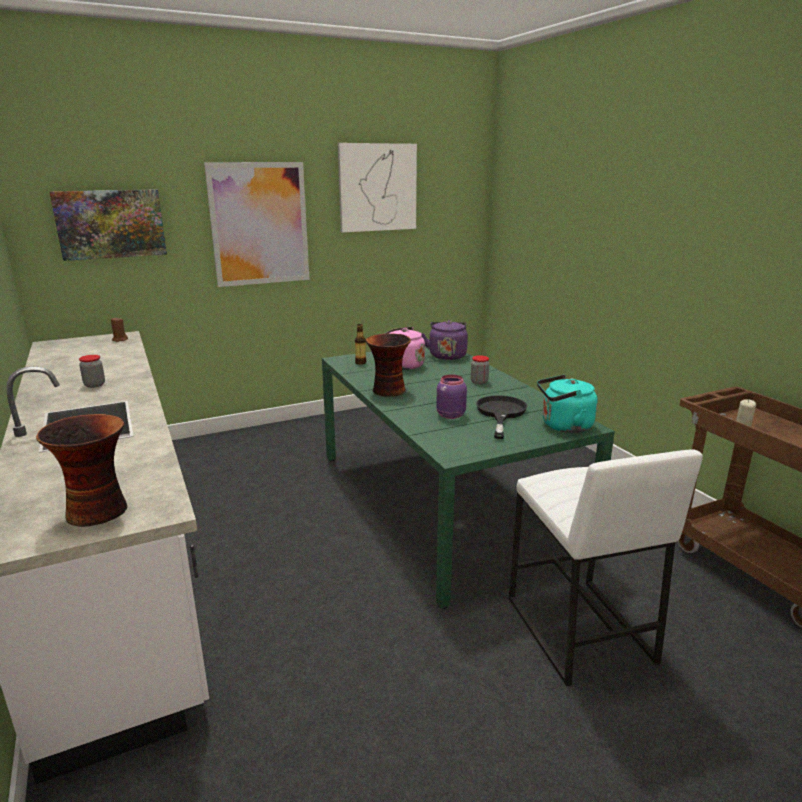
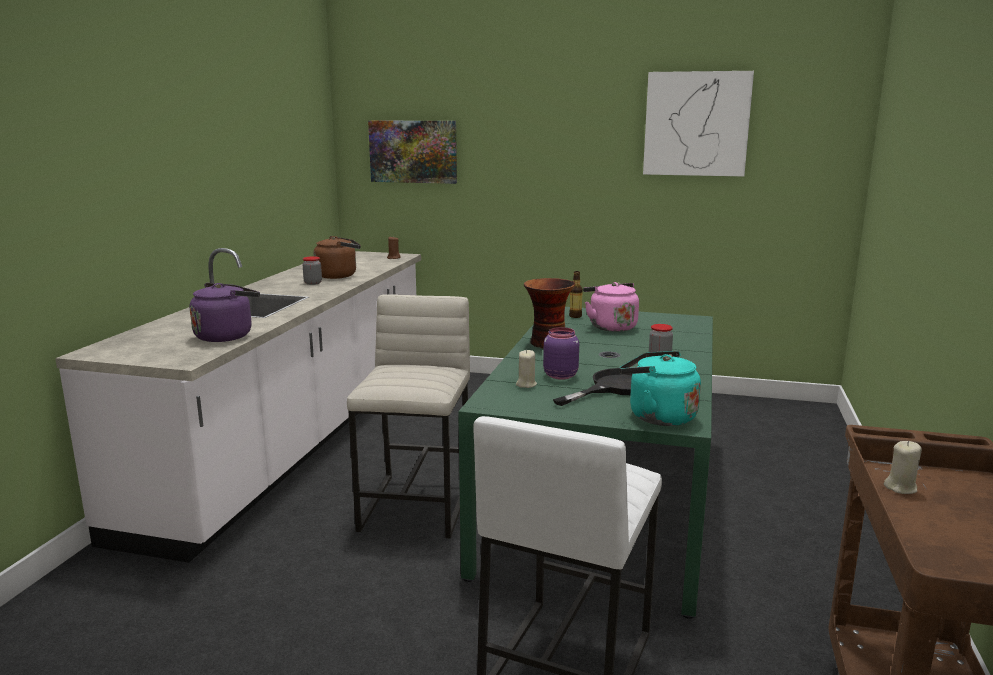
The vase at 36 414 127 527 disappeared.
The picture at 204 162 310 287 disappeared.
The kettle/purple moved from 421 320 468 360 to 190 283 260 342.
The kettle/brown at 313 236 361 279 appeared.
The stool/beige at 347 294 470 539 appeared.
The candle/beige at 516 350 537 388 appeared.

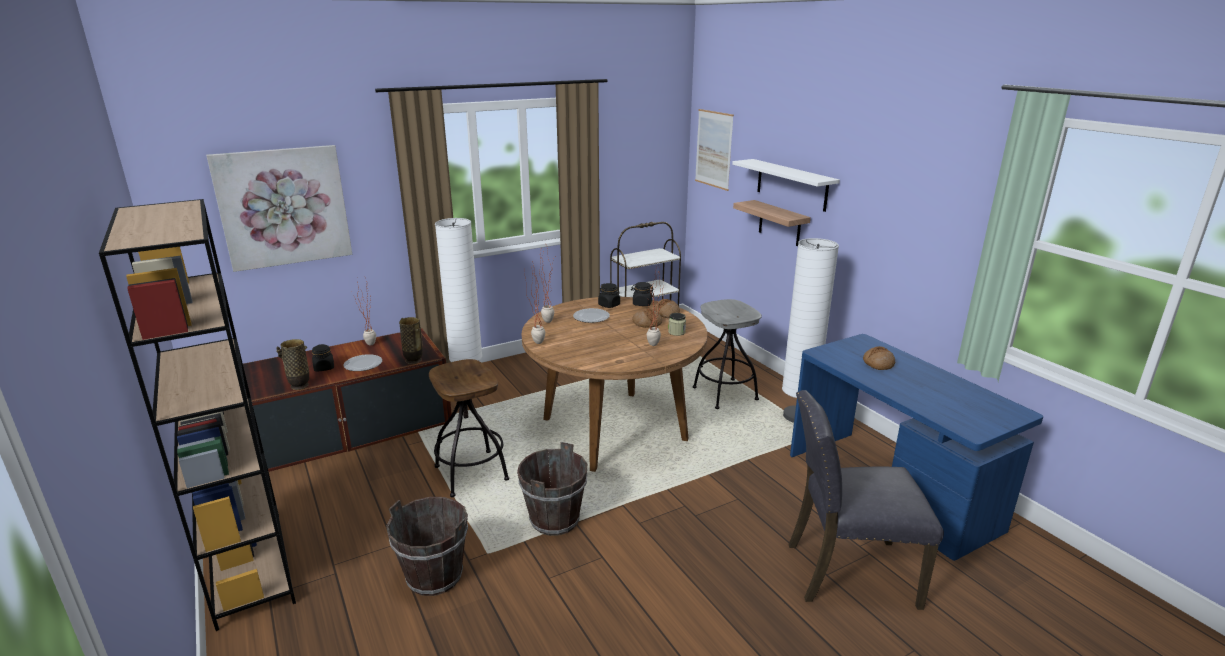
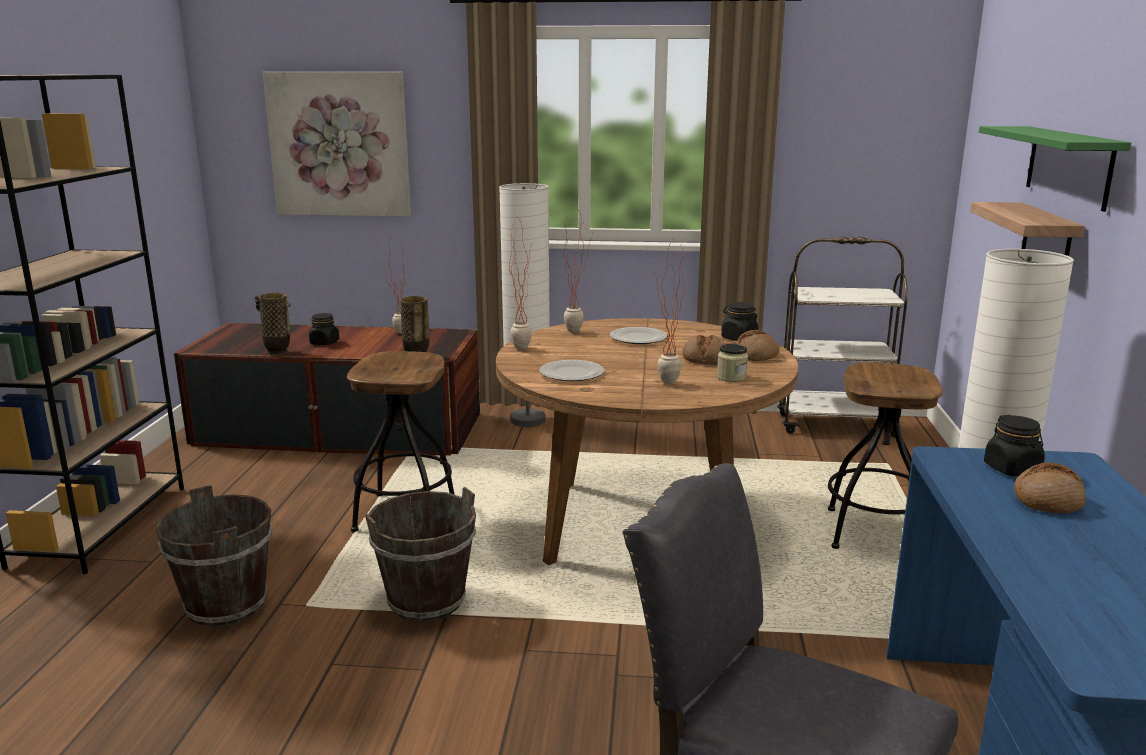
The plate moved from 343 354 382 371 to 539 360 605 381.
The jar/black moved from 598 283 620 308 to 984 415 1045 476.
The stool/grey at 693 299 762 409 became the stool/brown at 828 362 943 549.
The picture at 695 109 734 191 disappeared.
The shelf/white at 732 159 840 212 became the shelf/green at 979 126 1131 212.

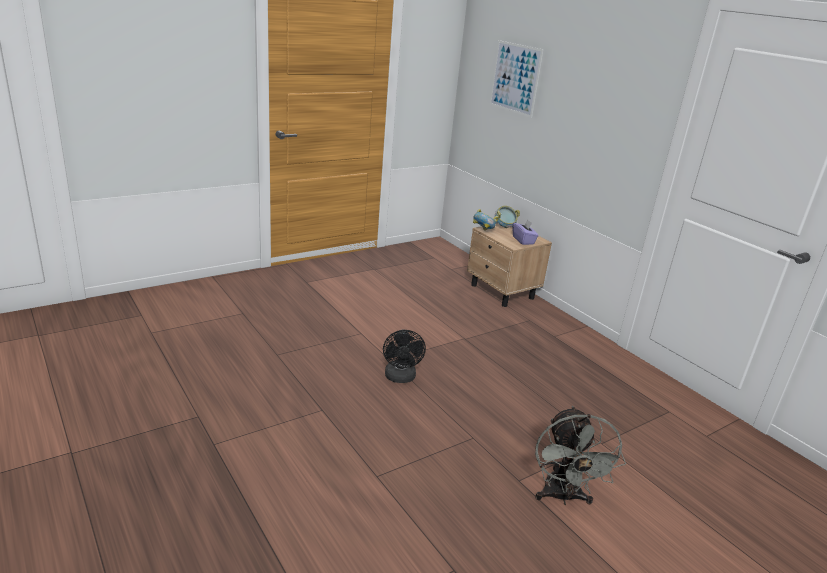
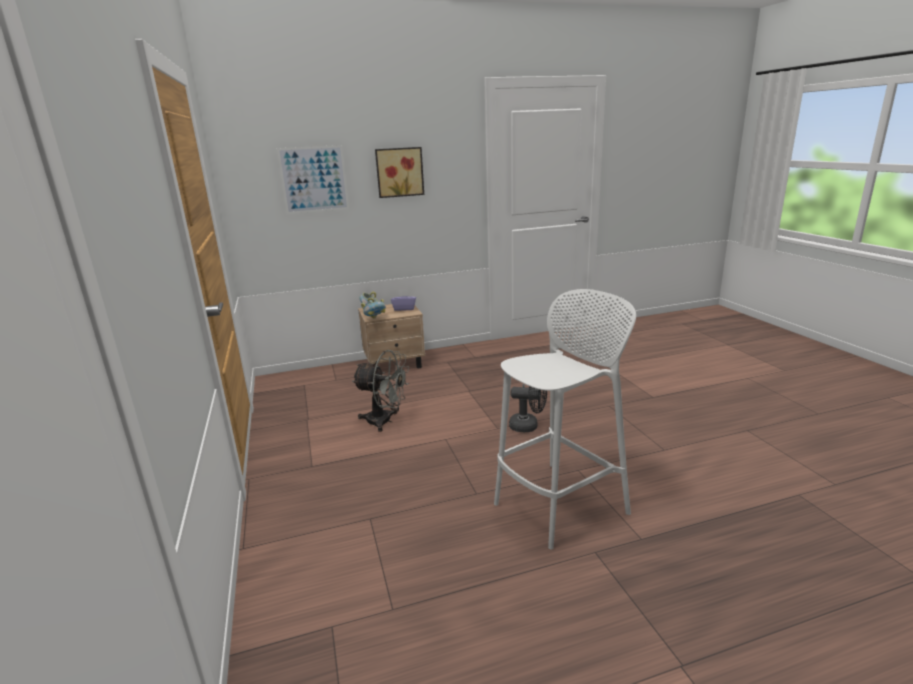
The fan/grey moved from 535 406 626 505 to 352 350 410 432.
The picture at 375 147 424 198 appeared.
The stool/white at 494 289 636 549 appeared.

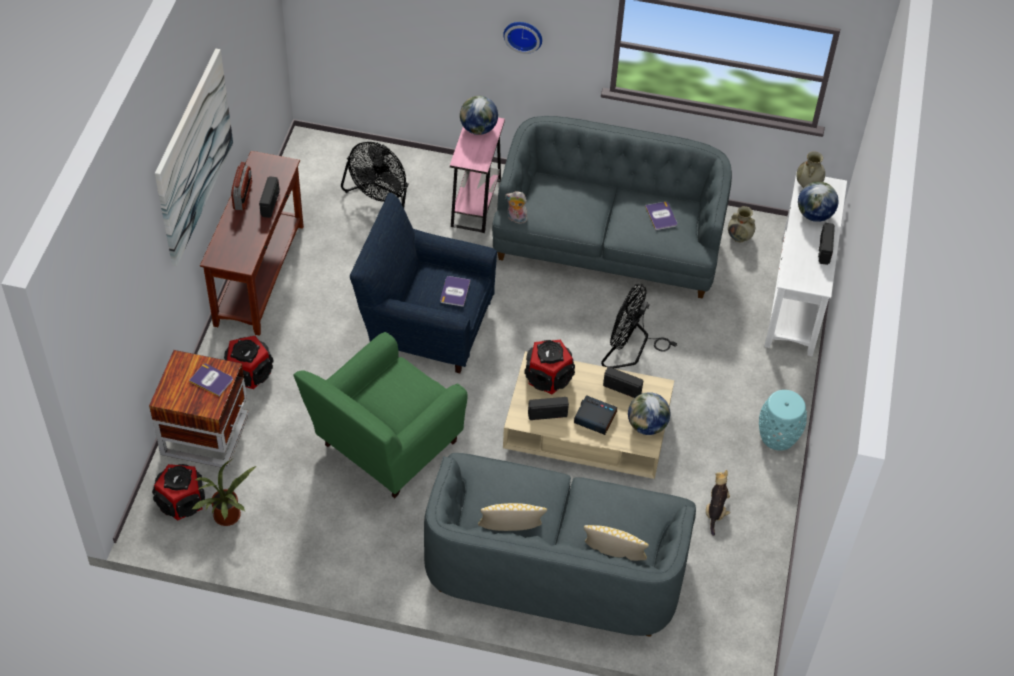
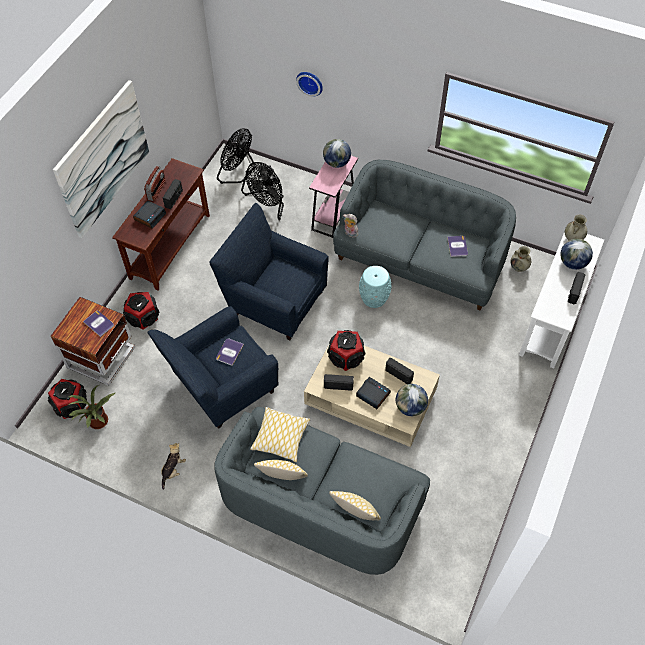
The armchair/green at 293 332 468 498 became the armchair/blue at 148 306 279 429.
The book moved from 440 276 470 307 to 216 338 244 366.
The wall clock moved from 503 22 542 54 to 296 72 323 97.
The fan/black moved from 601 284 678 368 to 217 128 271 184.
The plush toy moved from 706 470 730 536 to 161 443 186 490.
The stool/turquoise moved from 759 390 807 451 to 359 266 392 308.
The alarm clock at 133 200 166 229 appeared.
The pillow at 250 407 310 462 appeared.

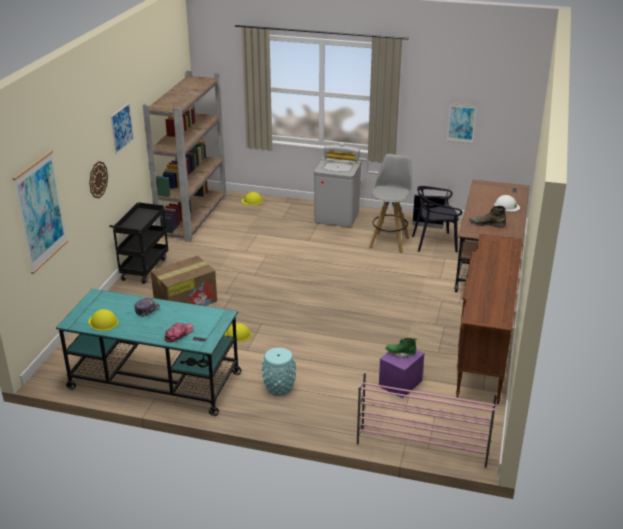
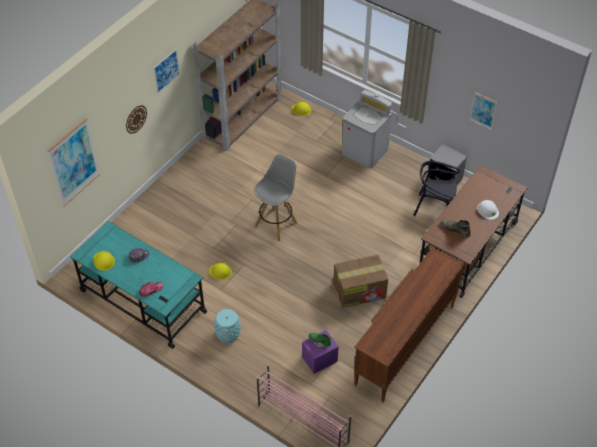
The cart/black at 109 202 168 284 disappeared.
The cardboard box moved from 151 255 217 306 to 333 255 388 308.
The stool/grey moved from 369 154 412 253 to 254 154 297 241.

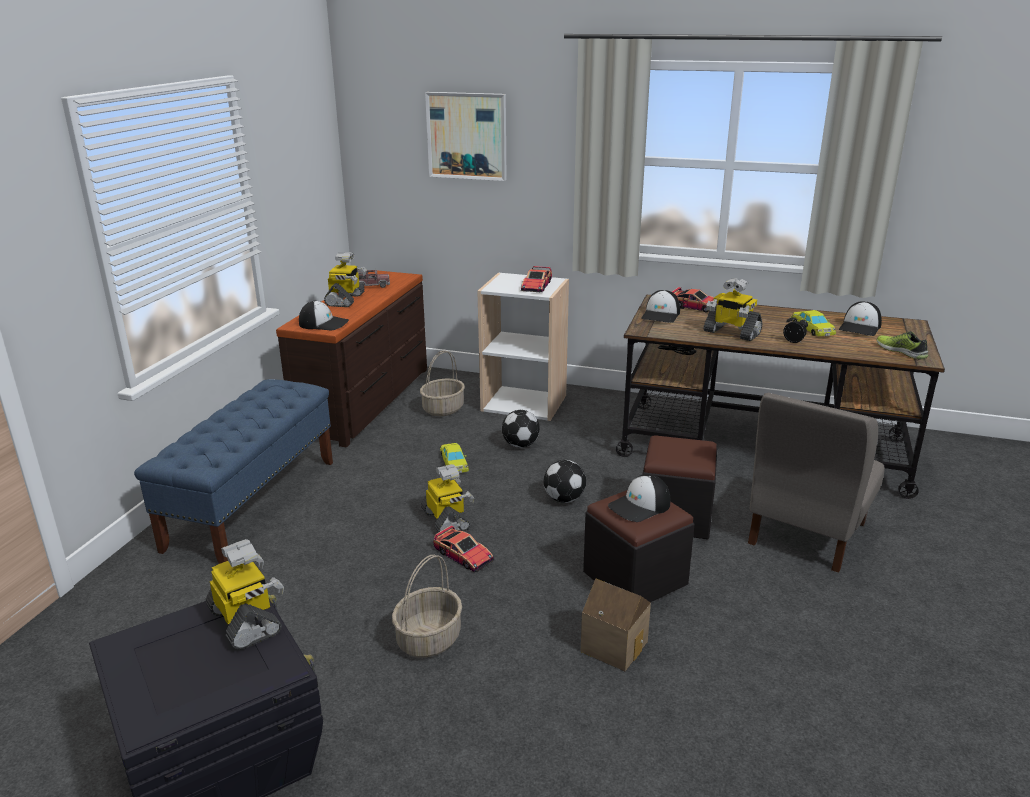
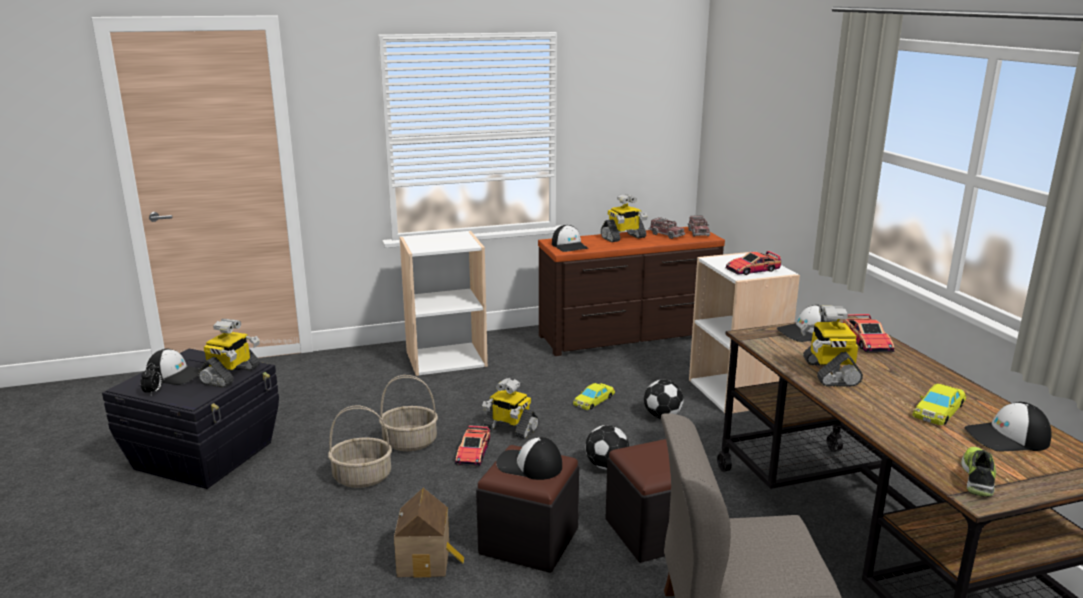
The bench/blue at 134 379 333 564 was replaced by the bookcase/white at 400 231 488 376.
The basket moved from 420 350 465 416 to 379 375 438 451.
The toy robot at 421 464 475 535 turned 90 degrees clockwise.
The picture at 425 92 507 181 disappeared.
The alarm clock moved from 783 314 808 344 to 140 363 163 395.
The cap at 146 349 200 385 appeared.
The toy truck at 687 215 710 237 appeared.

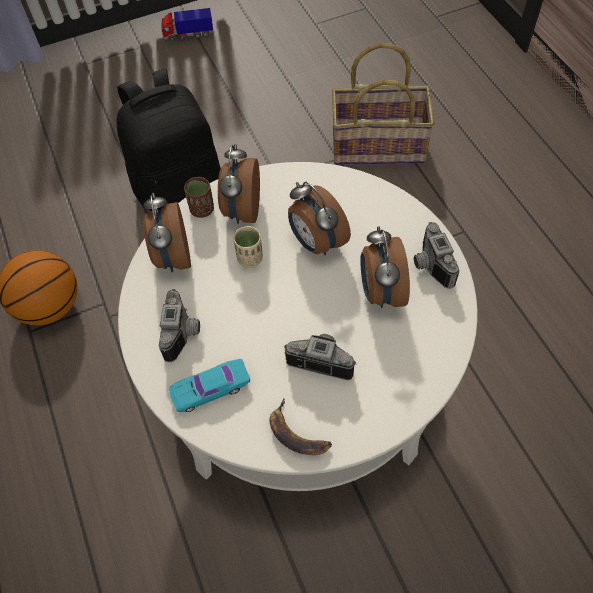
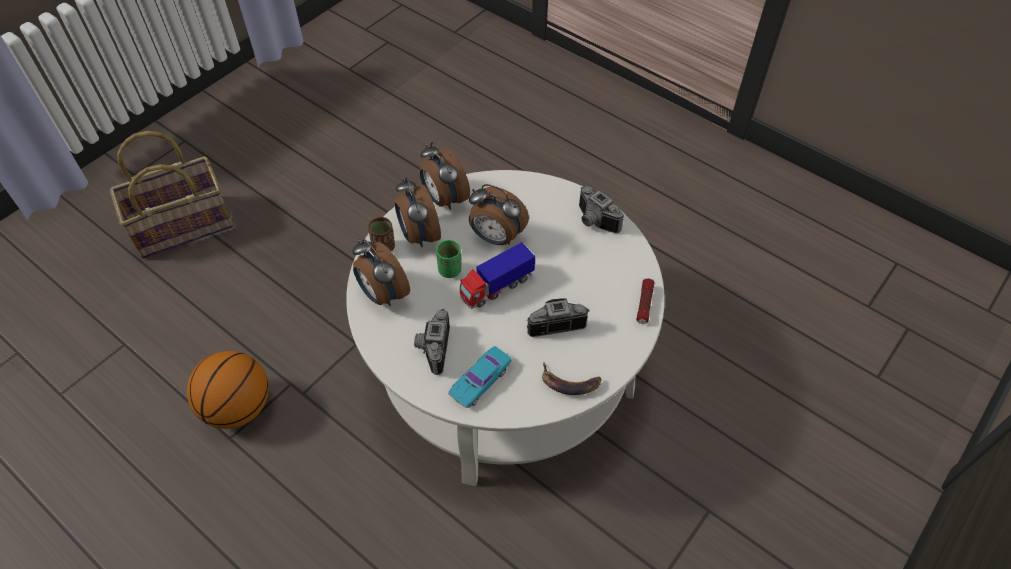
The backpack/black at 117 69 221 211 disappeared.
The photo camera at 159 289 200 362 turned 150 degrees counterclockwise.
The toy truck moved from 162 8 213 42 to 460 242 535 309.
The cup/beige at 233 226 263 268 became the cup/green at 436 240 461 278.
The basket moved from 332 43 435 165 to 110 131 233 258.
The alarm clock moved from 360 226 410 308 to 420 142 470 210.
The flashlight at 636 278 654 324 appeared.

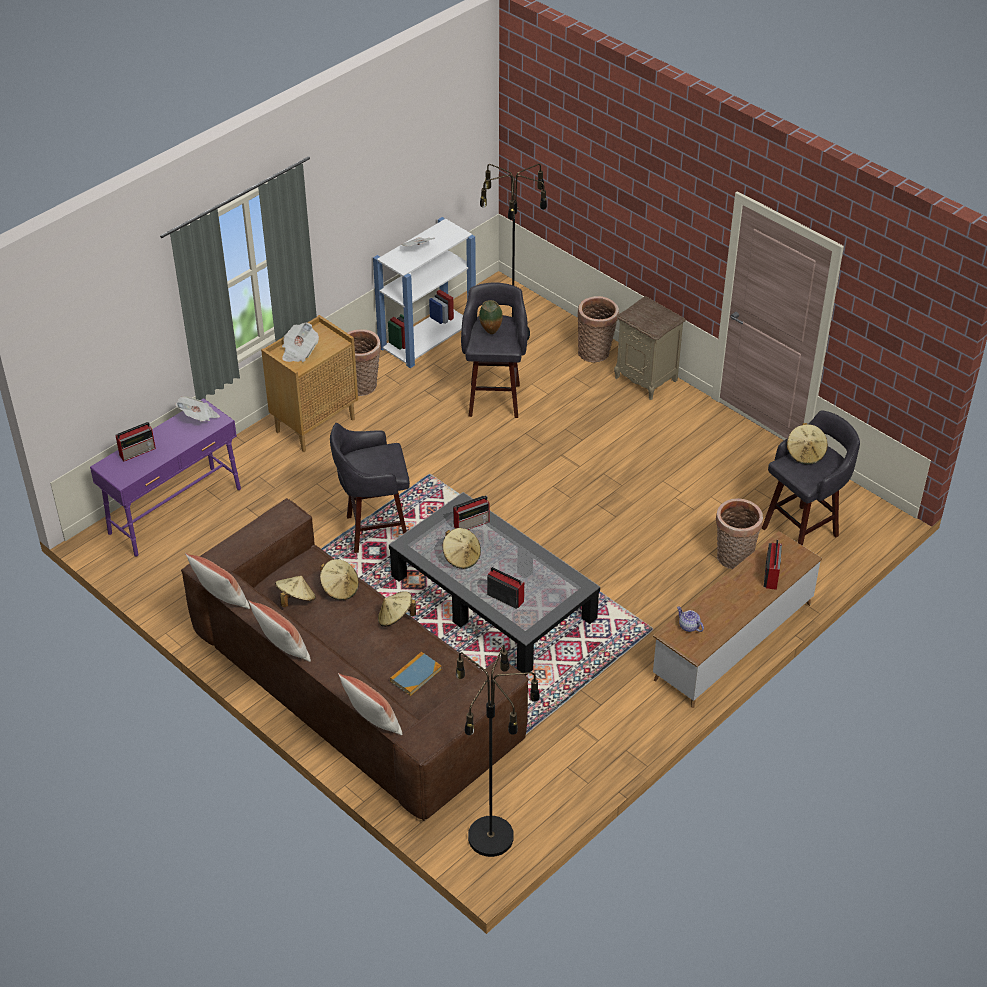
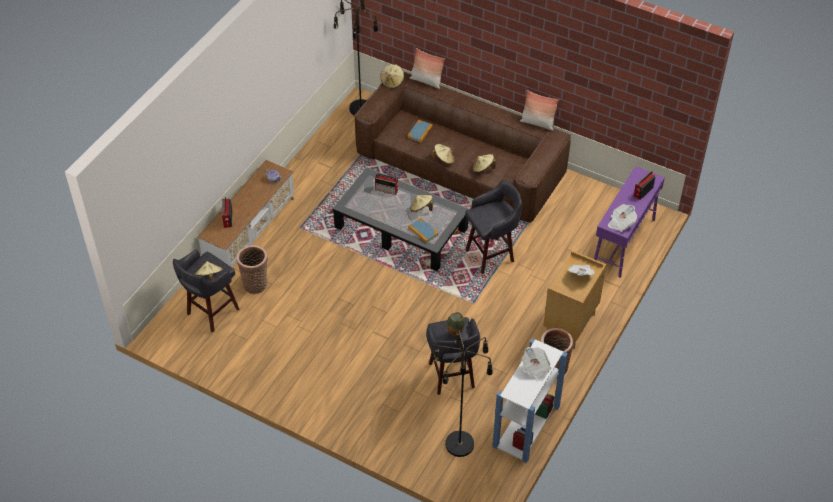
The pillow at 248 600 311 662 disappeared.
The hat/beige moved from 275 576 316 607 to 380 64 404 89.
The radio at 453 496 490 530 was replaced by the book at 408 218 438 243.
The basket at 578 296 619 363 disappeared.
The nightstand/beige at 614 296 686 400 disappeared.

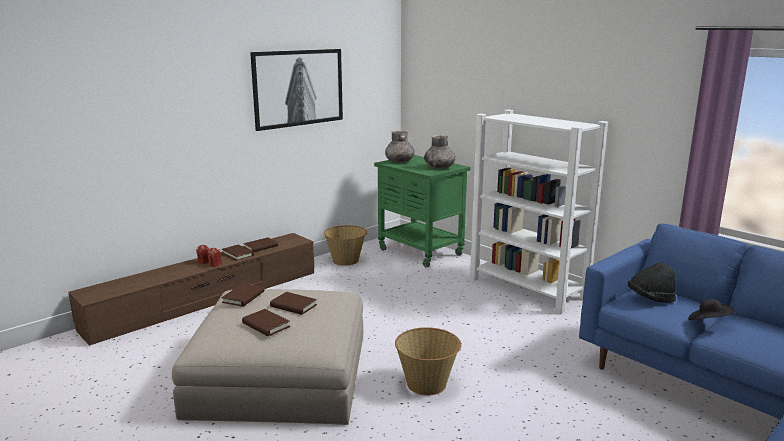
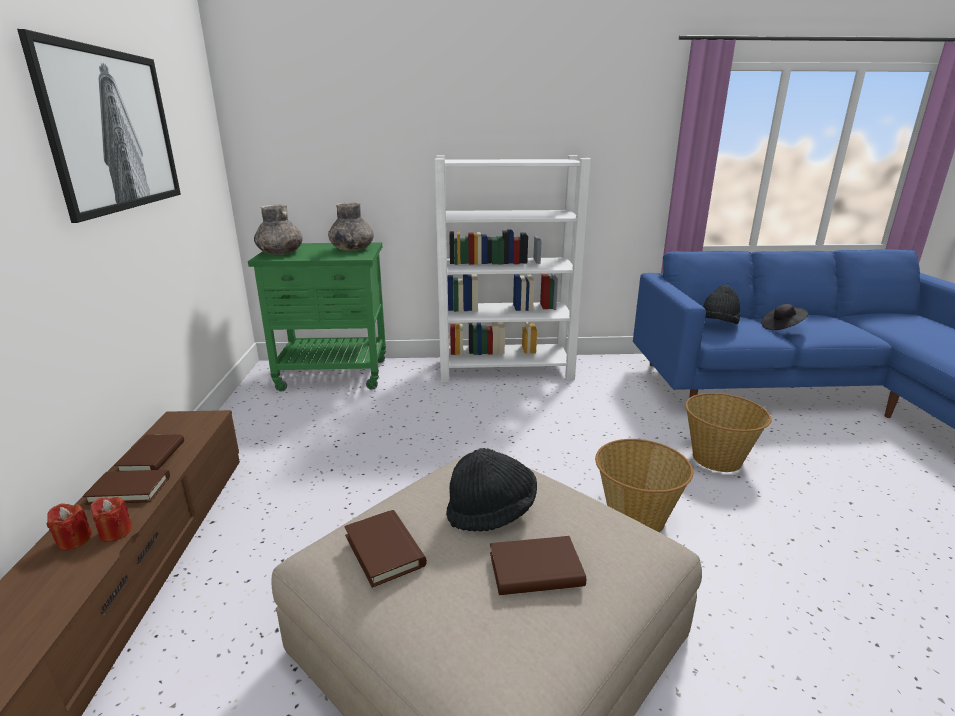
The book/brown at 270 292 317 315 was replaced by the hat/black at 446 448 537 532.
The basket moved from 324 225 367 266 to 685 393 772 472.

